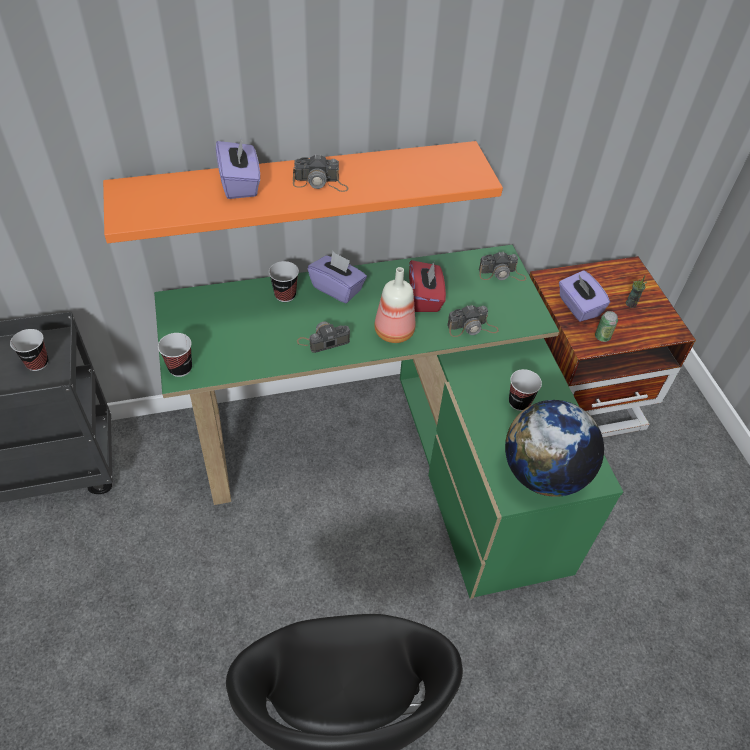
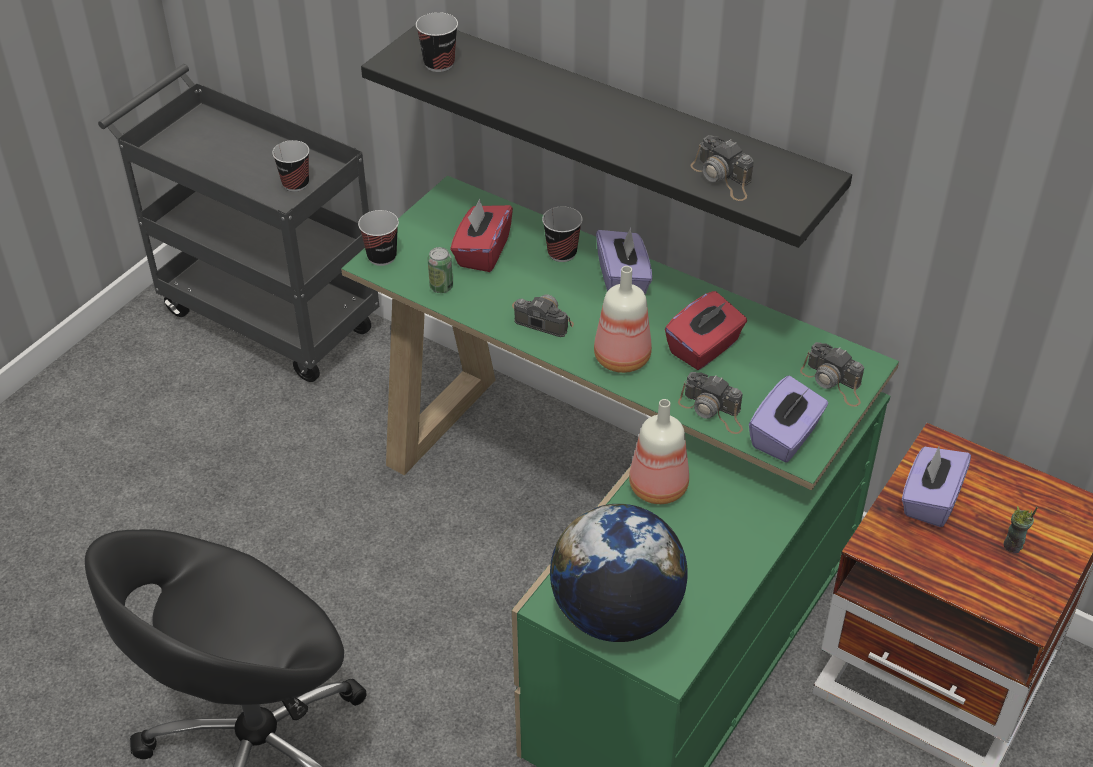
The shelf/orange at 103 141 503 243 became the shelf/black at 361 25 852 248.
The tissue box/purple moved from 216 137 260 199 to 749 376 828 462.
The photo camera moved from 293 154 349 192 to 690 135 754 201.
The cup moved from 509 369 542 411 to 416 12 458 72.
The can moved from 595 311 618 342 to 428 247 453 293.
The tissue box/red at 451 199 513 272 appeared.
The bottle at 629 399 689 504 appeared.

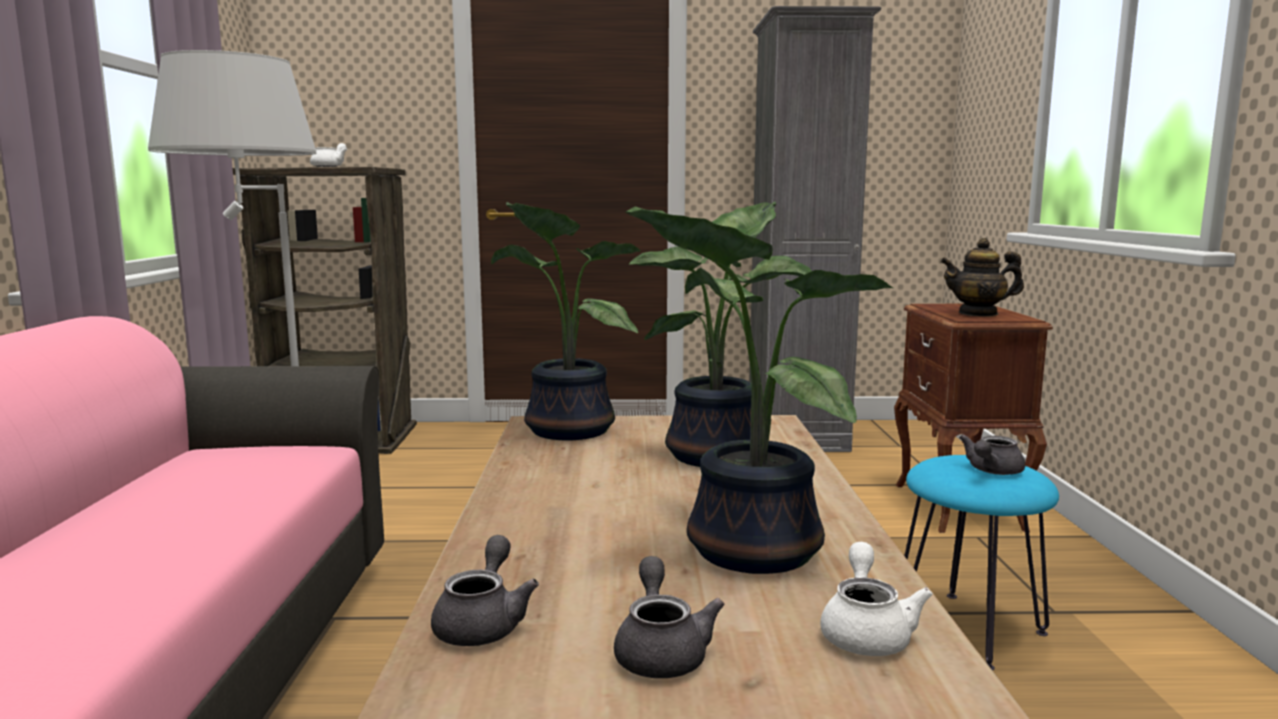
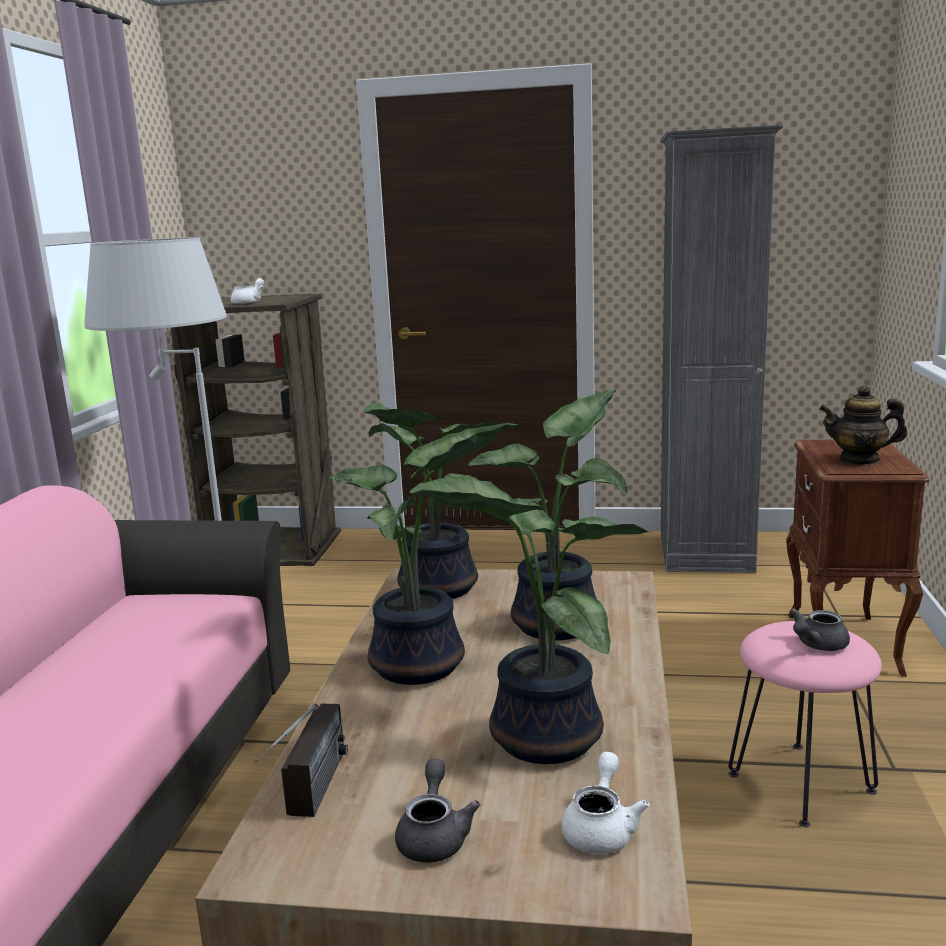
The teapot/grey at 431 535 539 646 was replaced by the radio at 255 703 348 817.
The stool/turquoise at 904 455 1059 670 became the stool/pink at 728 621 882 827.
The potted plant at 329 423 518 685 appeared.

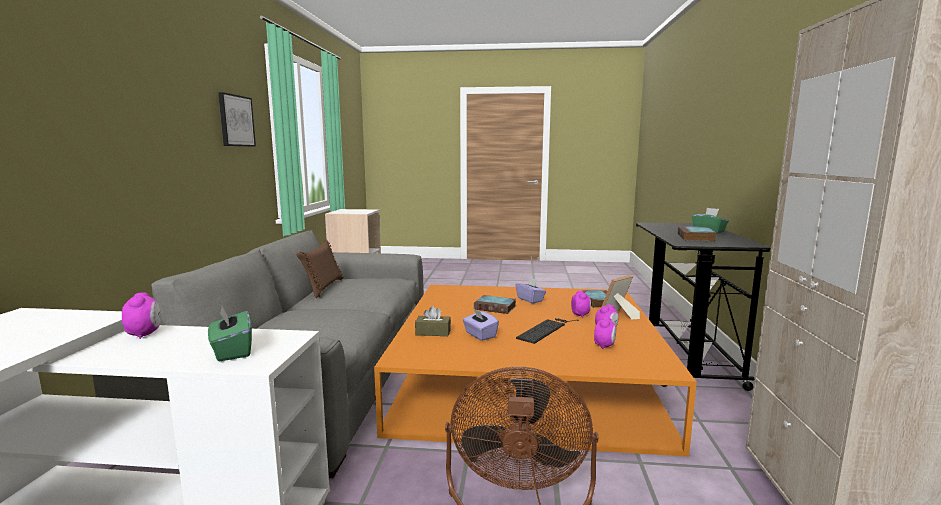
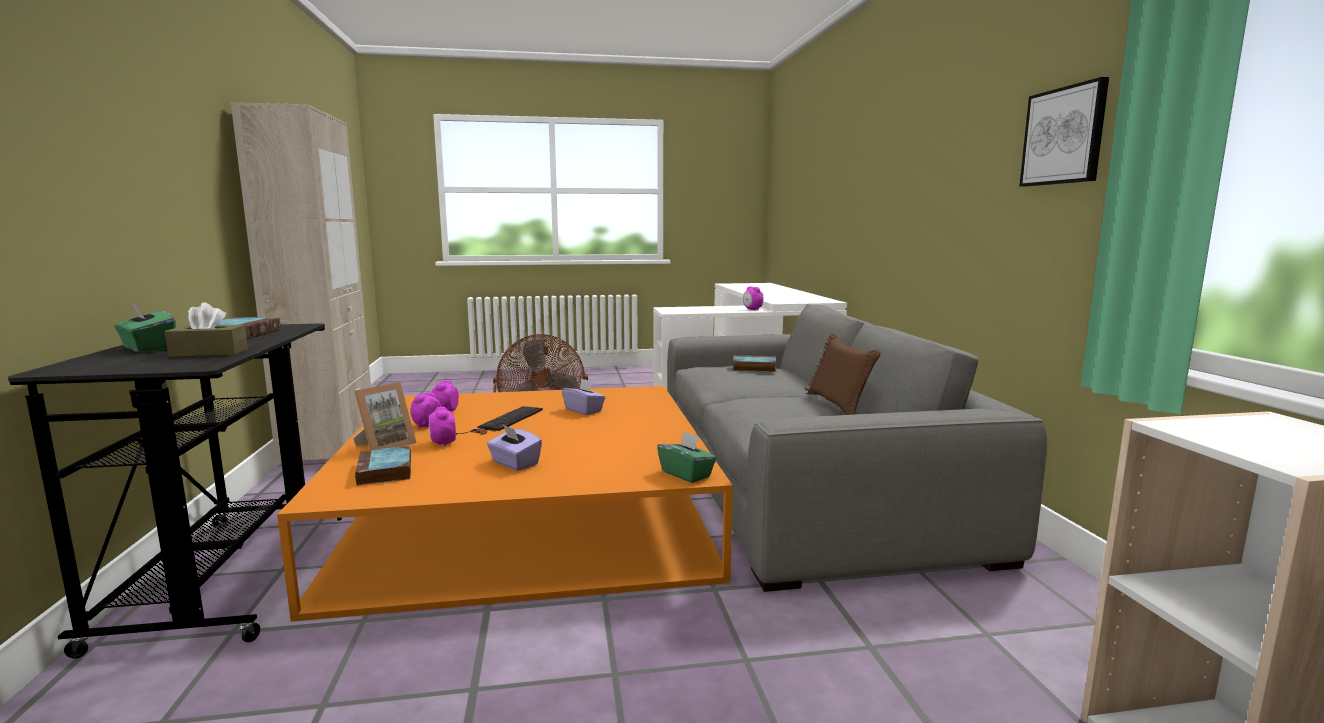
The tissue box/green moved from 208 306 252 362 to 657 431 717 483.
The tissue box/brown moved from 415 306 451 336 to 165 302 248 357.
The book moved from 474 295 516 314 to 733 355 777 372.

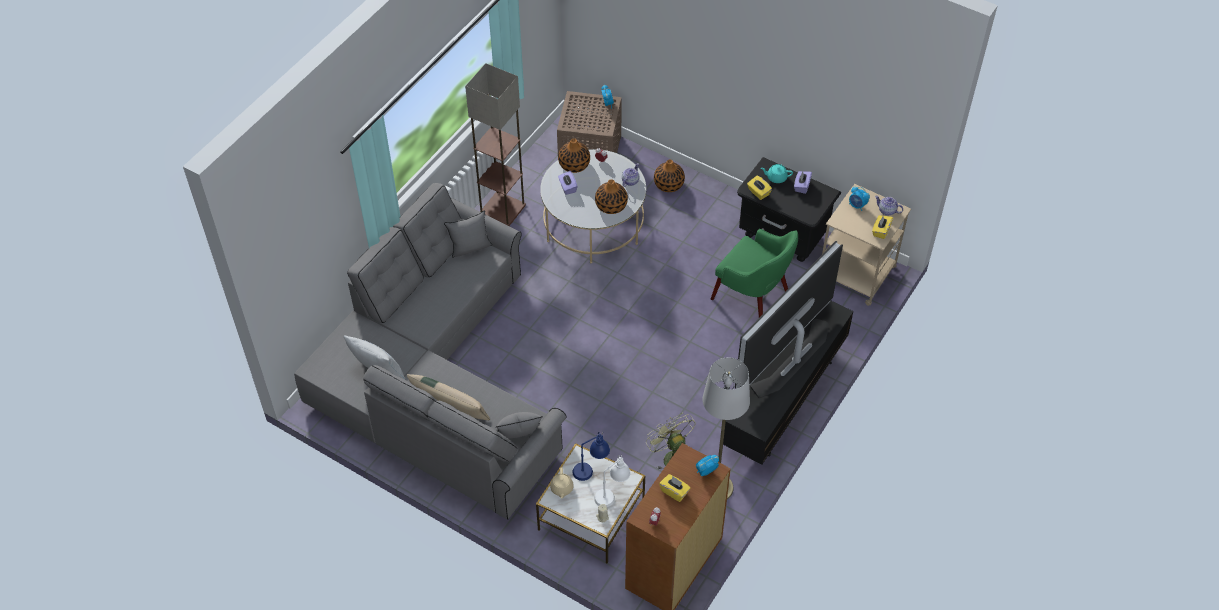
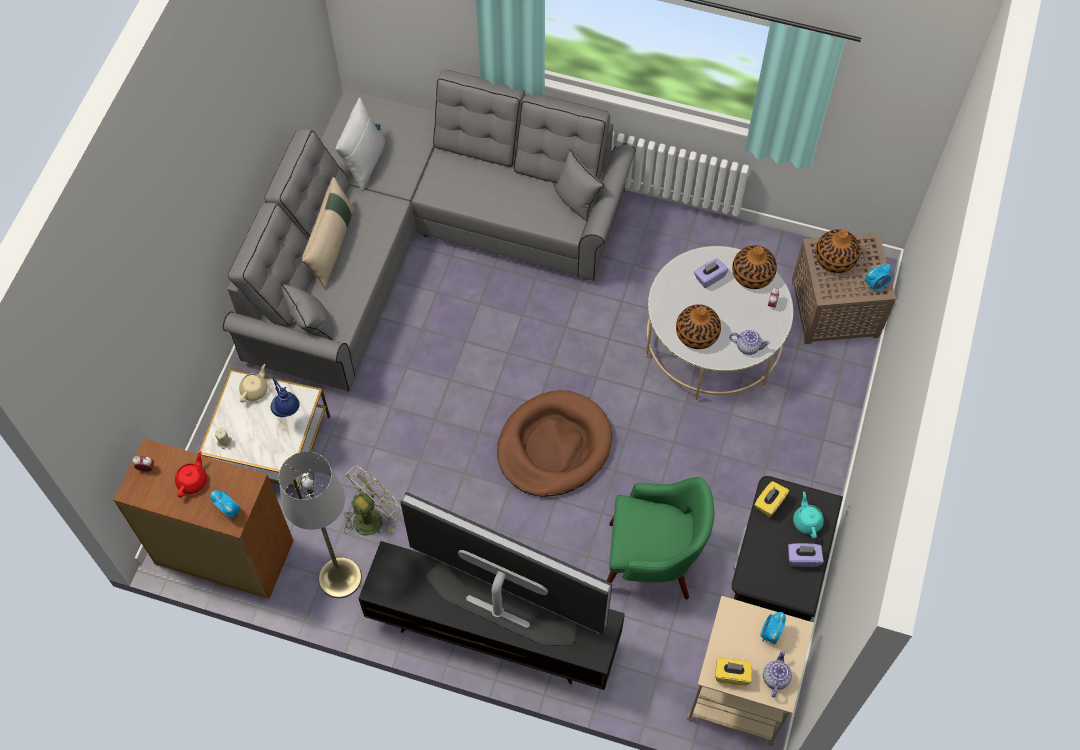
The floor lamp at 465 63 526 226 disappeared.
The teapot/beige at 550 467 574 498 turned 135 degrees clockwise.
The table lamp/white at 594 455 630 507 disappeared.
The vase moved from 654 159 685 192 to 815 229 860 273.
The tissue box/yellow at 659 474 691 502 was replaced by the teapot/red at 175 451 207 498.
The armchair/green at 711 229 798 318 turned 105 degrees counterclockwise.
The dog bed/brown at 497 390 612 496 appeared.

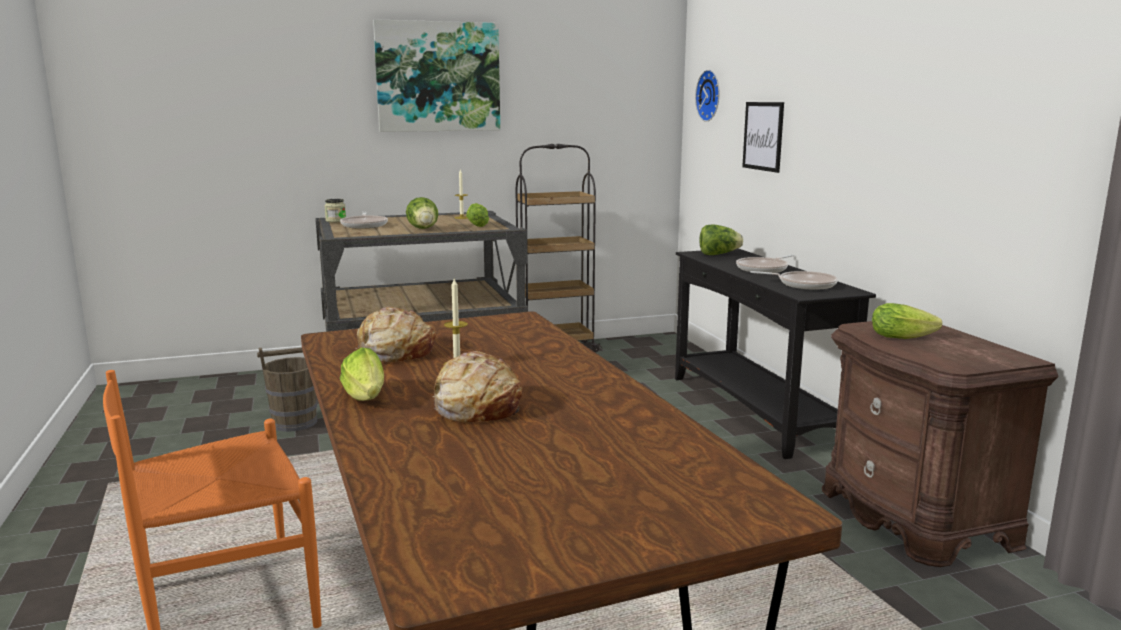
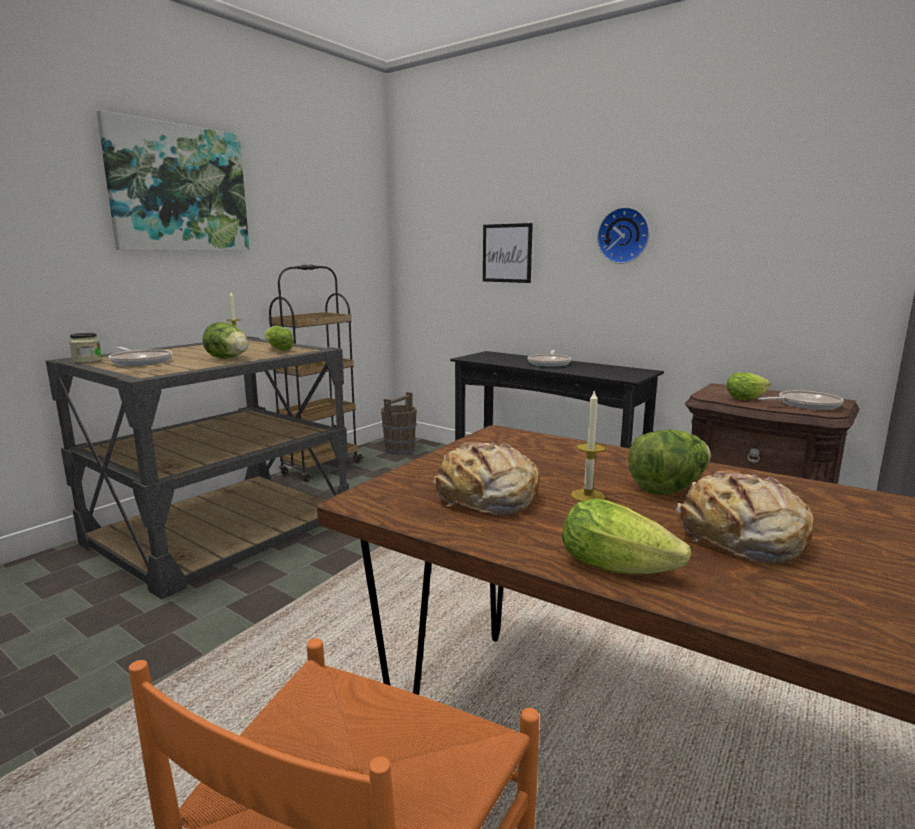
The bucket/brown moved from 257 348 317 432 to 381 392 417 455.
The wall clock moved from 695 70 720 122 to 597 207 650 264.
The lettuce moved from 700 225 743 255 to 628 430 711 495.
The frying pan moved from 750 271 838 290 to 758 390 844 410.

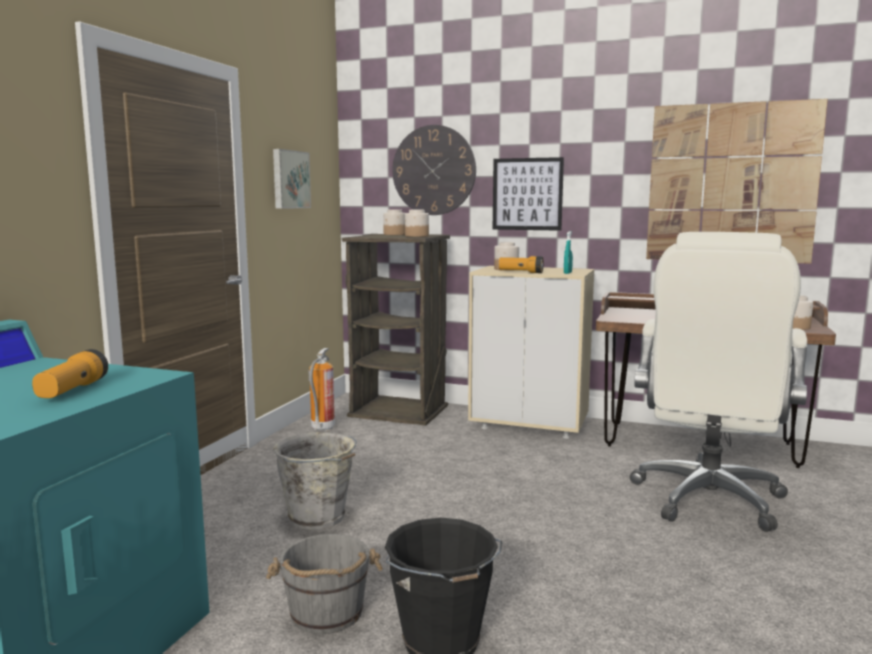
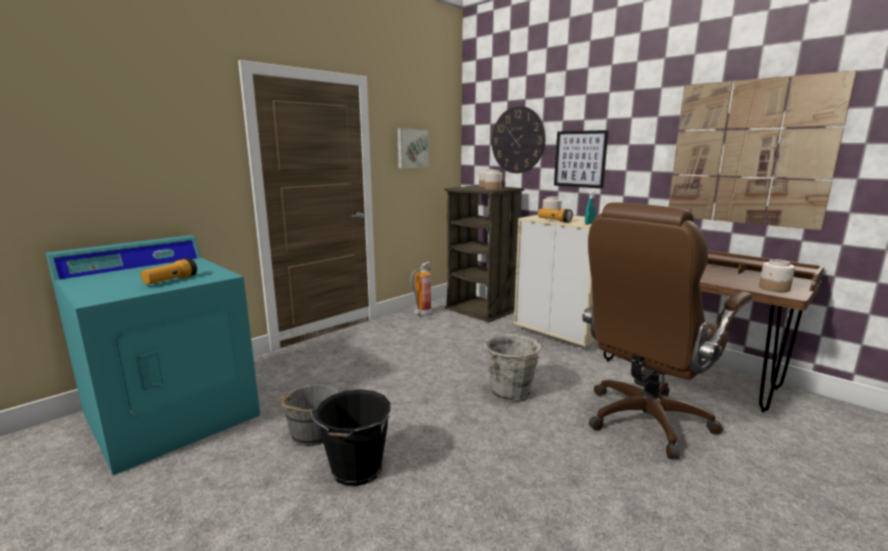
The bucket/grey moved from 273 432 357 530 to 484 334 543 403.
The office chair/white at 630 232 807 532 became the office chair/brown at 582 202 752 459.

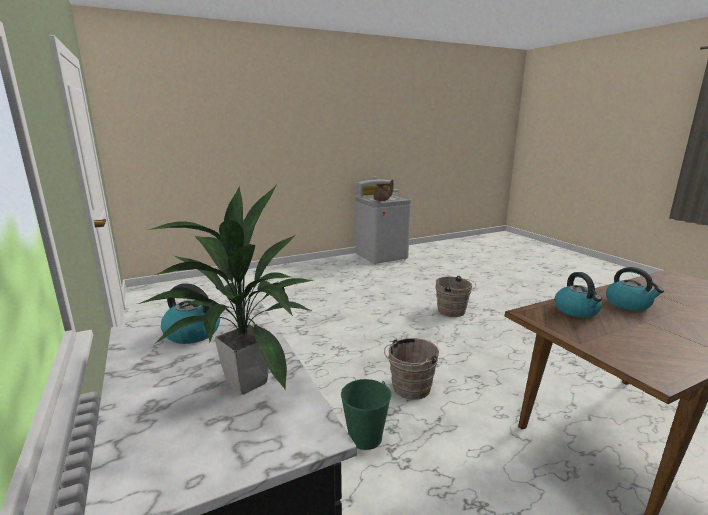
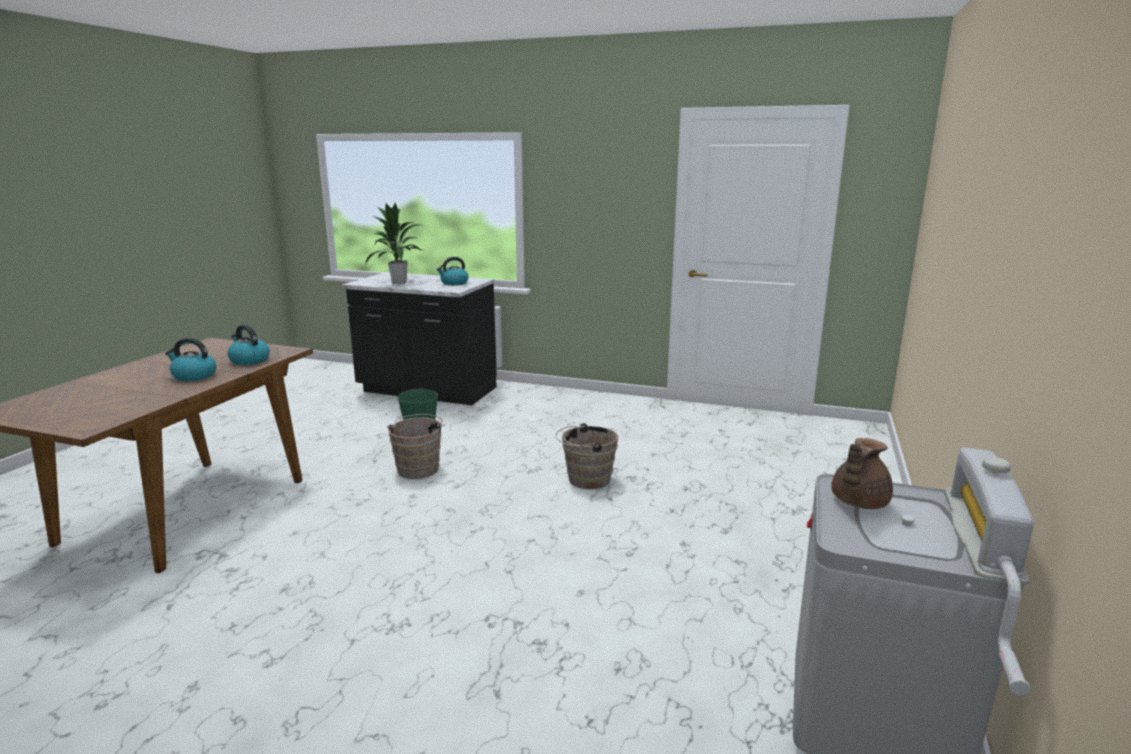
The bucket/brown moved from 436 276 476 317 to 555 423 618 489.

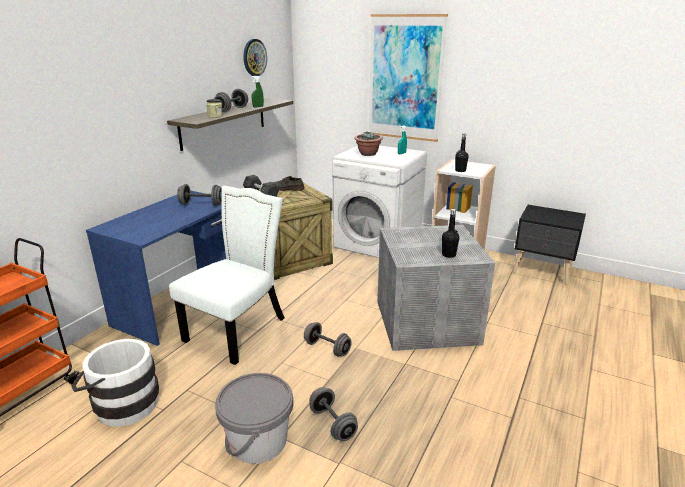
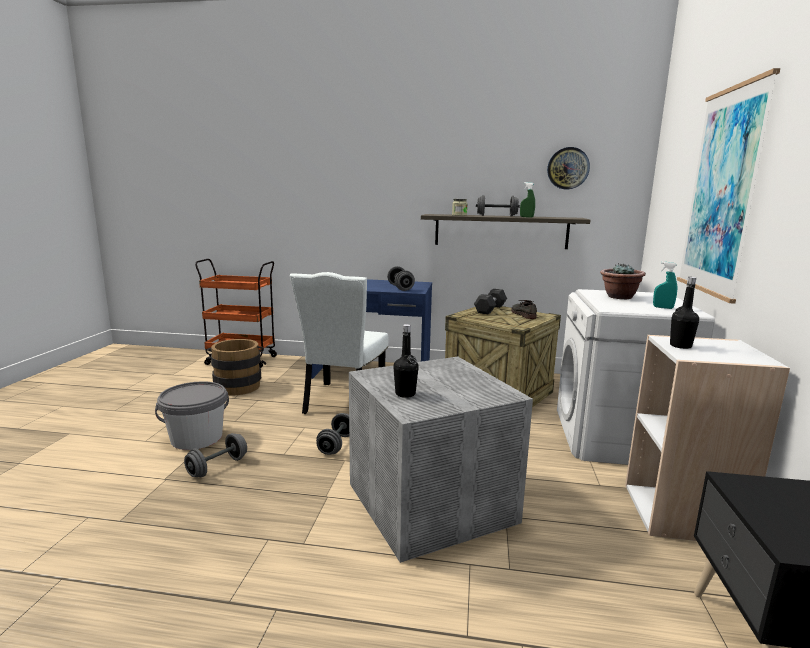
The bucket/white at 71 339 159 427 became the bucket/brown at 207 339 264 395.
The chair/white at 169 186 285 365 turned 90 degrees clockwise.

